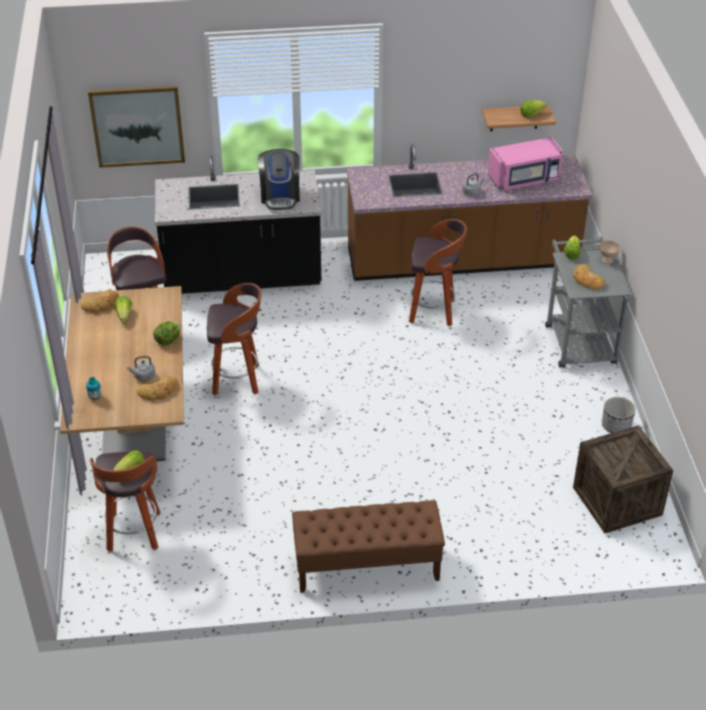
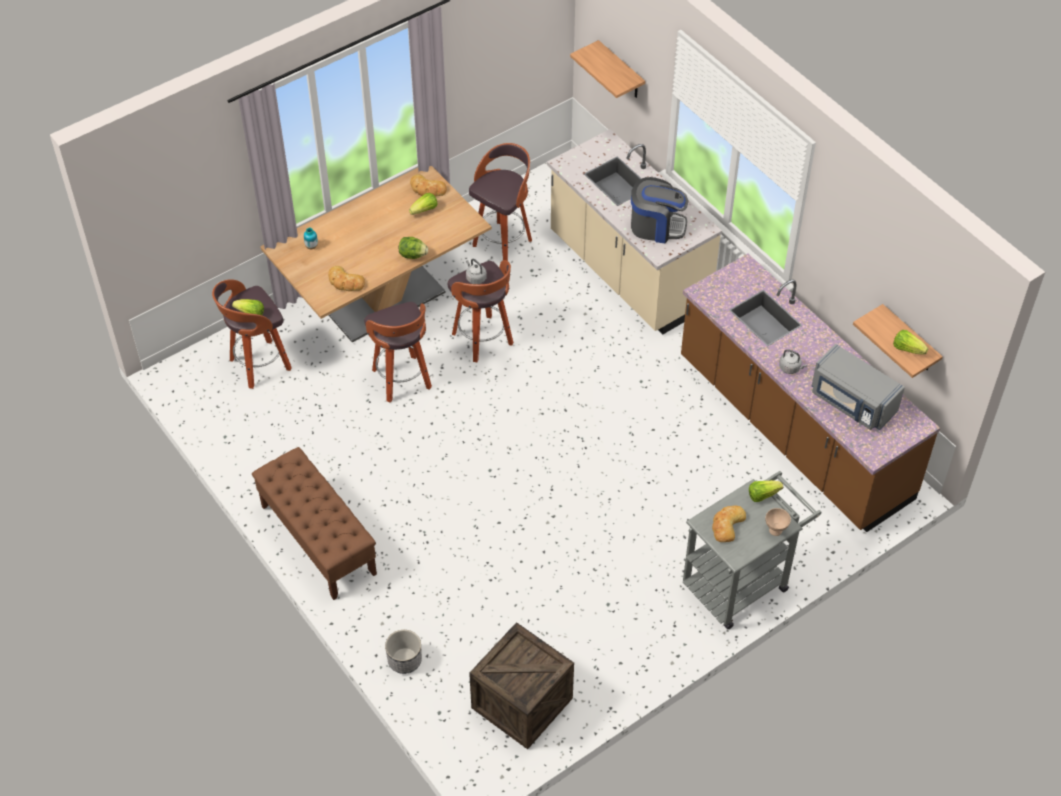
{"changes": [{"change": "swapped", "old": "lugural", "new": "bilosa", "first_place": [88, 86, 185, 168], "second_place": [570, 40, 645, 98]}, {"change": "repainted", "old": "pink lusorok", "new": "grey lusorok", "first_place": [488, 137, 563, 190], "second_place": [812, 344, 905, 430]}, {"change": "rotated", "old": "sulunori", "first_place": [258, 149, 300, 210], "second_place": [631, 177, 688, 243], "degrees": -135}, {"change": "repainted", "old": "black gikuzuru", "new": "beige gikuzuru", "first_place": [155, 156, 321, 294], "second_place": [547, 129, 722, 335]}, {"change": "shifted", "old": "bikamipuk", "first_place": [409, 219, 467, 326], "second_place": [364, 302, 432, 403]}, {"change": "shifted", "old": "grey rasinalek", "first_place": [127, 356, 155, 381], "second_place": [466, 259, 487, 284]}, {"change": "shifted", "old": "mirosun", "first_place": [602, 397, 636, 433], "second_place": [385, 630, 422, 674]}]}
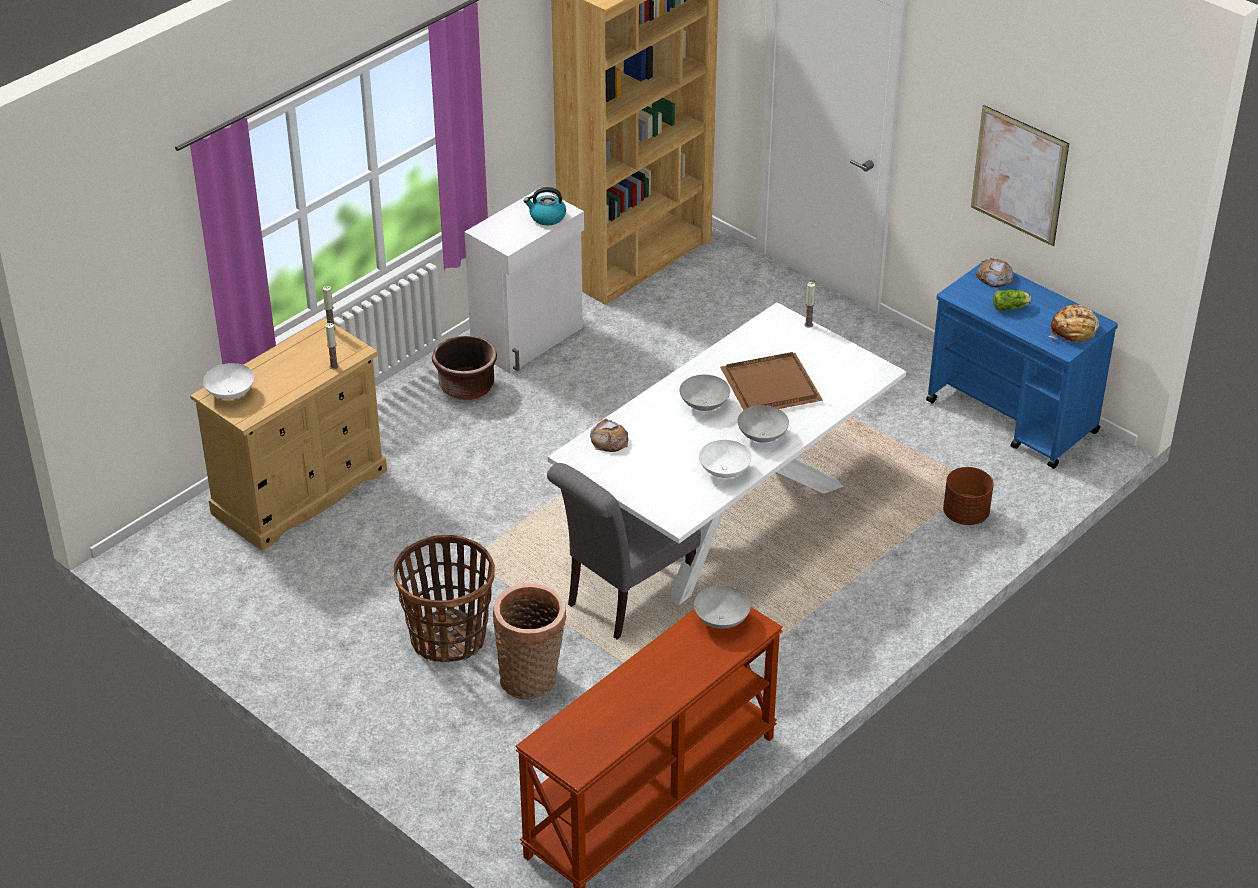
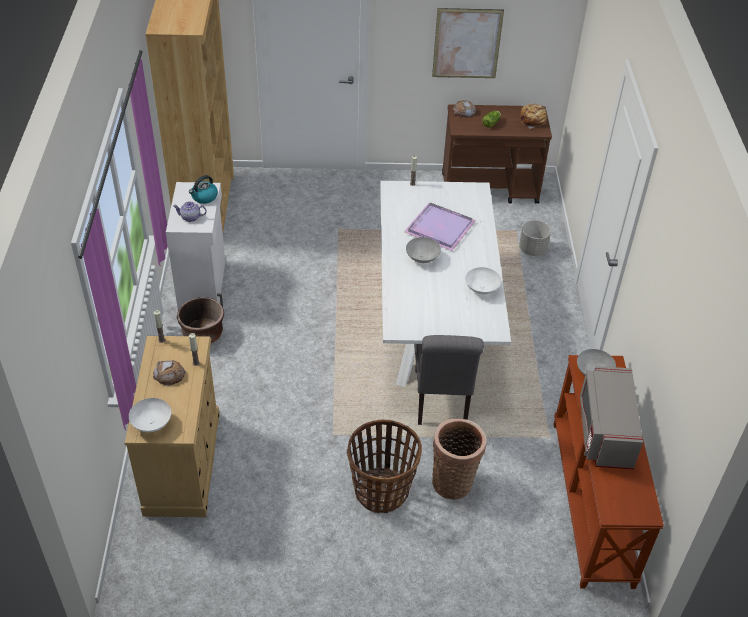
{"changes": [{"change": "repainted", "old": "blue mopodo", "new": "brown mopodo", "first_place": [926, 259, 1118, 469], "second_place": [442, 104, 552, 204]}, {"change": "repainted", "old": "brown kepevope", "new": "purple kepevope", "first_place": [720, 352, 823, 410], "second_place": [404, 203, 476, 251]}, {"change": "gone", "old": "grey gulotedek", "first_place": [737, 405, 789, 443]}, {"change": "shifted", "old": "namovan", "first_place": [590, 419, 628, 452], "second_place": [153, 360, 186, 386]}, {"change": "repainted", "old": "brown mirosun", "new": "grey mirosun", "first_place": [943, 467, 994, 525], "second_place": [519, 220, 551, 256]}, {"change": "new", "new": "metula", "second_place": [173, 201, 207, 222]}, {"change": "new", "new": "grey lusorok", "second_place": [580, 366, 643, 469]}]}
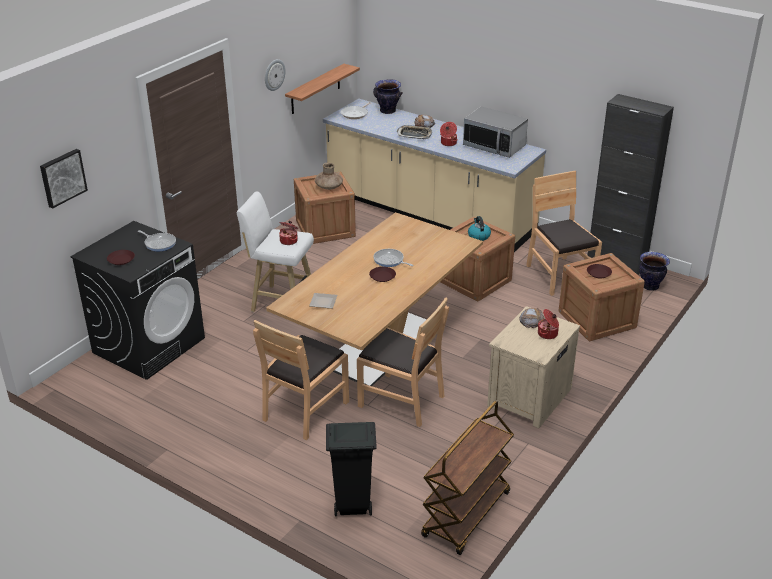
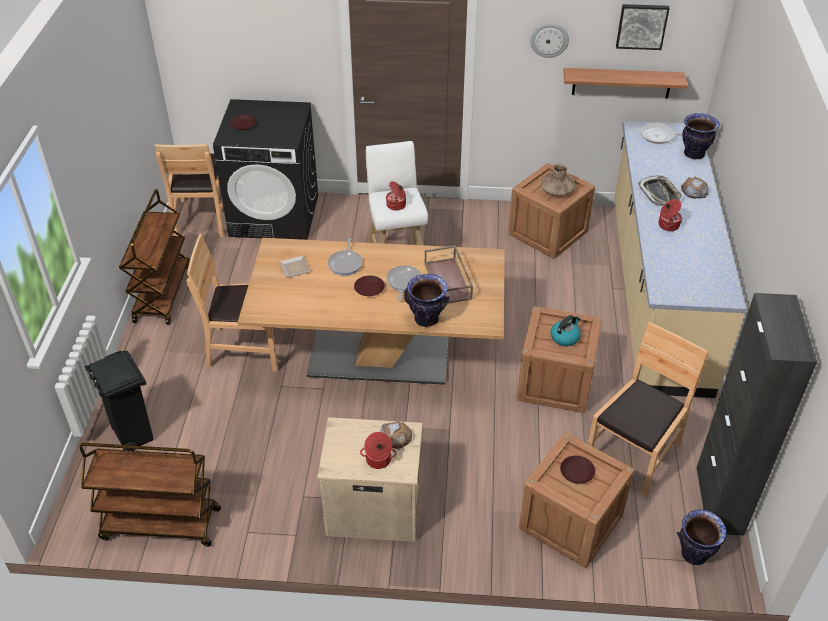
{"changes": [{"change": "gone", "old": "lusorok", "first_place": [463, 106, 528, 158]}, {"change": "shifted", "old": "lugural", "first_place": [40, 149, 88, 209], "second_place": [616, 4, 670, 50]}, {"change": "shifted", "old": "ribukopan", "first_place": [138, 230, 176, 251], "second_place": [328, 238, 363, 275]}, {"change": "shifted", "old": "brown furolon", "first_place": [357, 298, 449, 427], "second_place": [154, 144, 224, 237]}, {"change": "new", "new": "brown mopodo", "second_place": [119, 189, 190, 325]}, {"change": "new", "new": "brown kepevope", "second_place": [424, 245, 473, 303]}, {"change": "new", "new": "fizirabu", "second_place": [404, 274, 450, 327]}]}
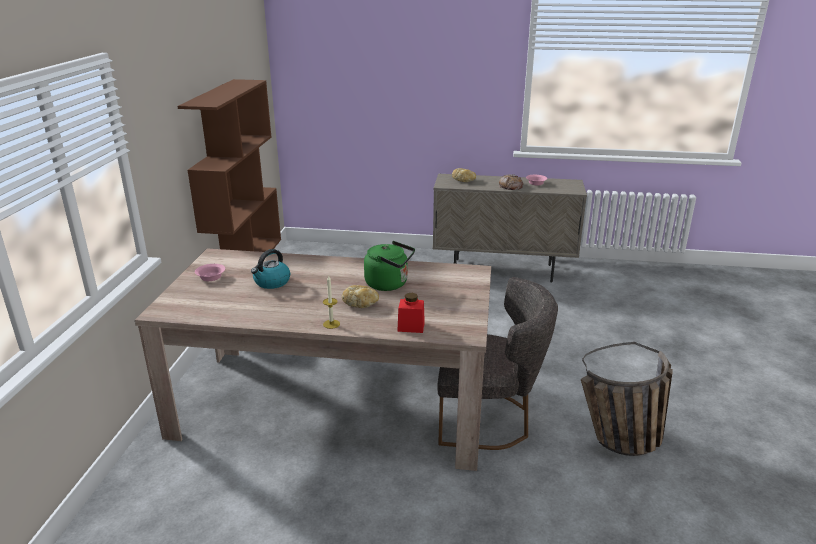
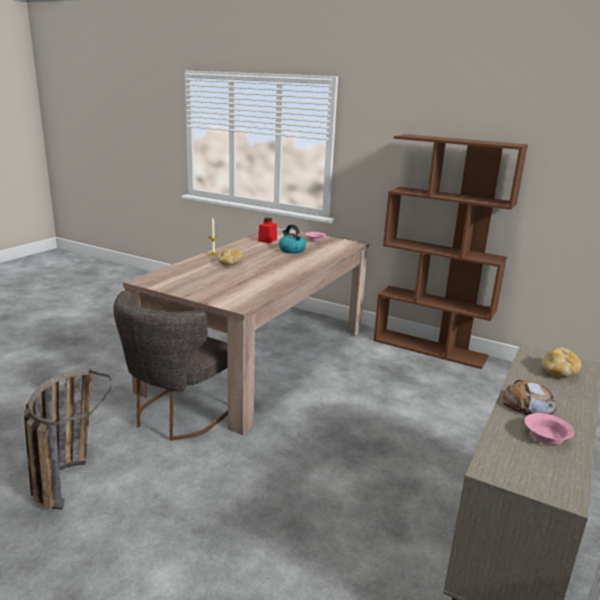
{"changes": [{"change": "gone", "old": "green rasinalek", "first_place": [364, 241, 415, 291]}, {"change": "shifted", "old": "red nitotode", "first_place": [397, 293, 425, 333], "second_place": [258, 218, 277, 243]}]}
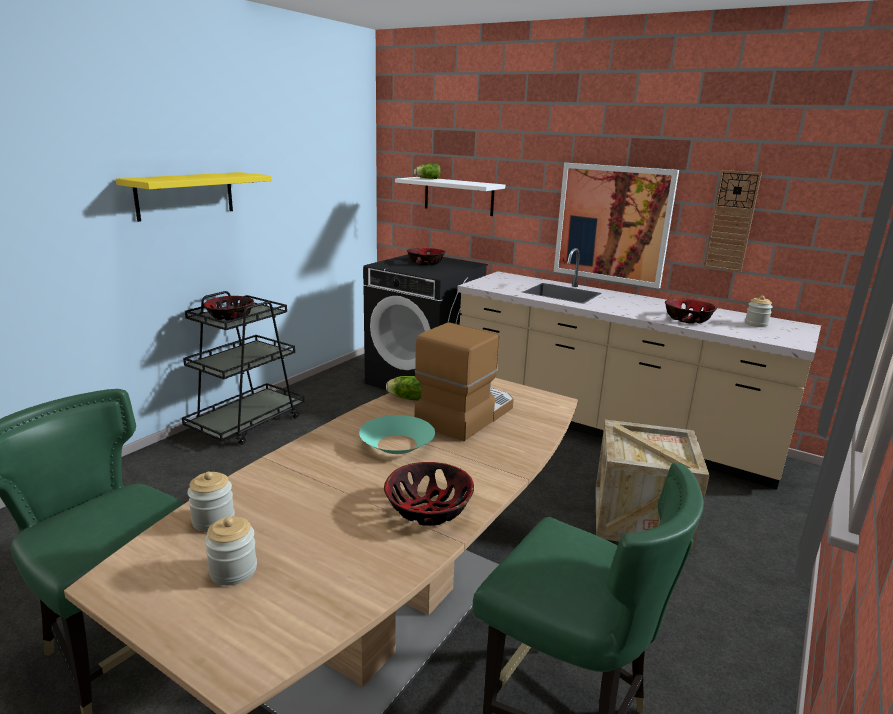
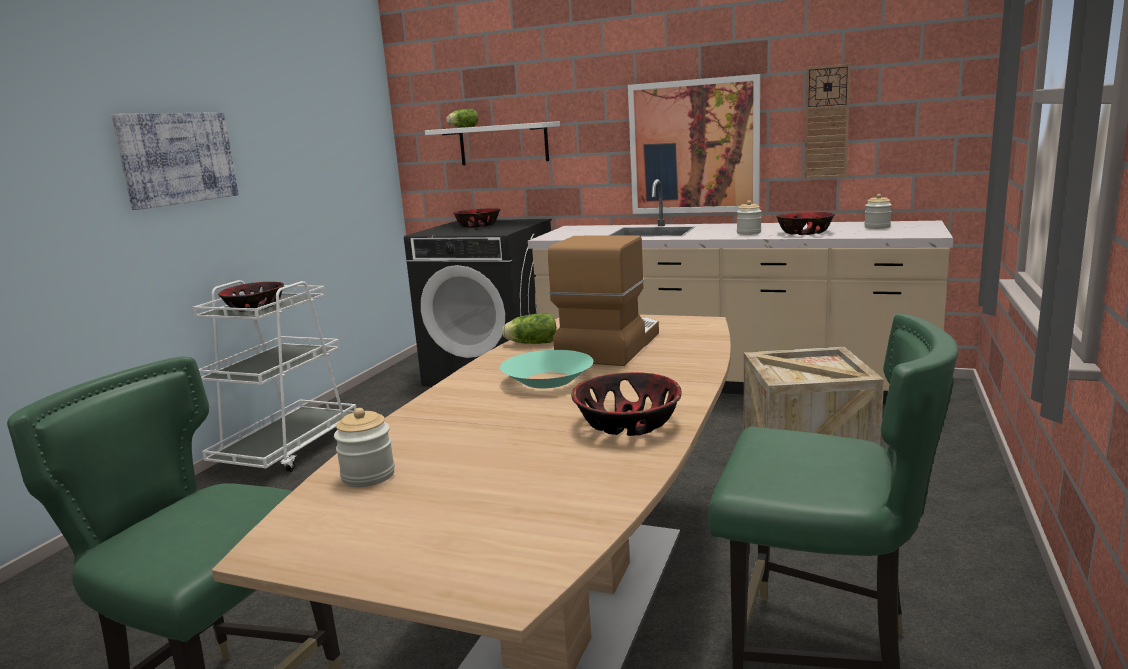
{"changes": [{"change": "swapped", "old": "yellow bilosa", "new": "lugural", "first_place": [116, 172, 272, 222], "second_place": [111, 112, 239, 210]}, {"change": "repainted", "old": "black mopodo", "new": "white mopodo", "first_place": [182, 291, 305, 445], "second_place": [193, 280, 357, 472]}, {"change": "shifted", "old": "nitotode", "first_place": [205, 516, 257, 585], "second_place": [737, 200, 761, 235]}]}
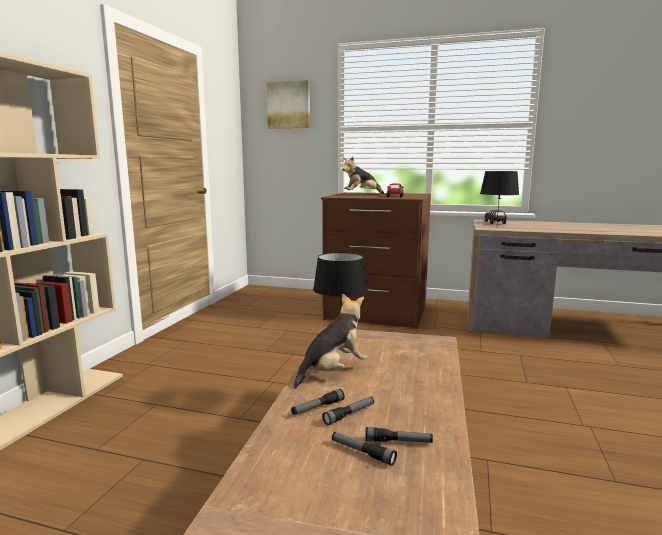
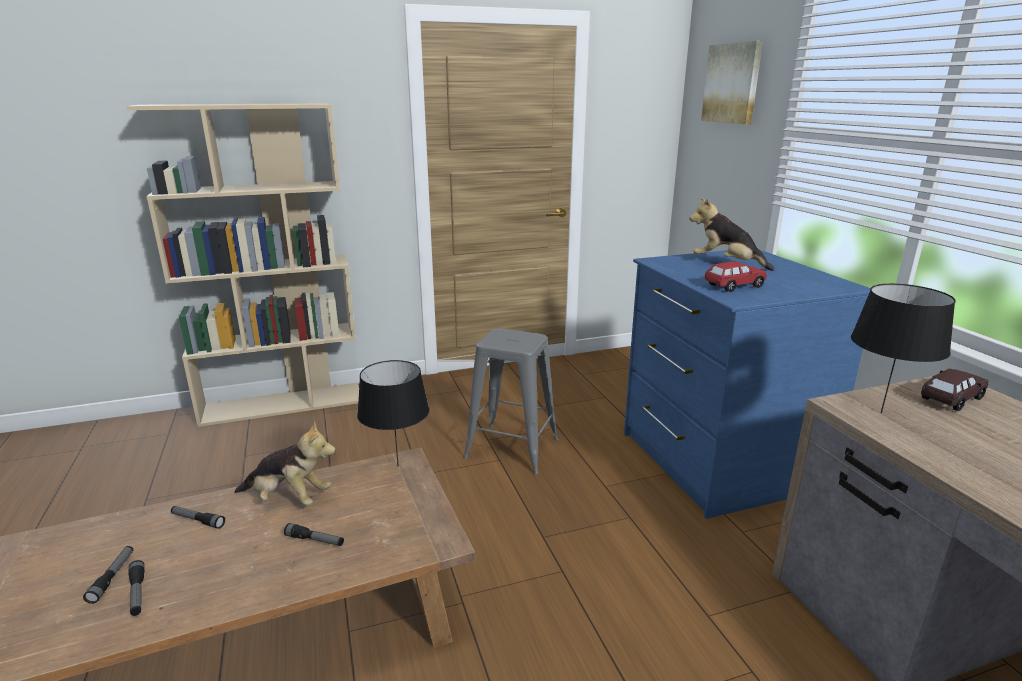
{"changes": [{"change": "repainted", "old": "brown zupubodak", "new": "blue zupubodak", "first_place": [321, 192, 431, 329], "second_place": [624, 250, 871, 519]}, {"change": "shifted", "old": "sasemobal", "first_place": [322, 397, 374, 425], "second_place": [284, 523, 344, 546]}, {"change": "new", "new": "grey bikamipuk", "second_place": [463, 328, 558, 474]}]}
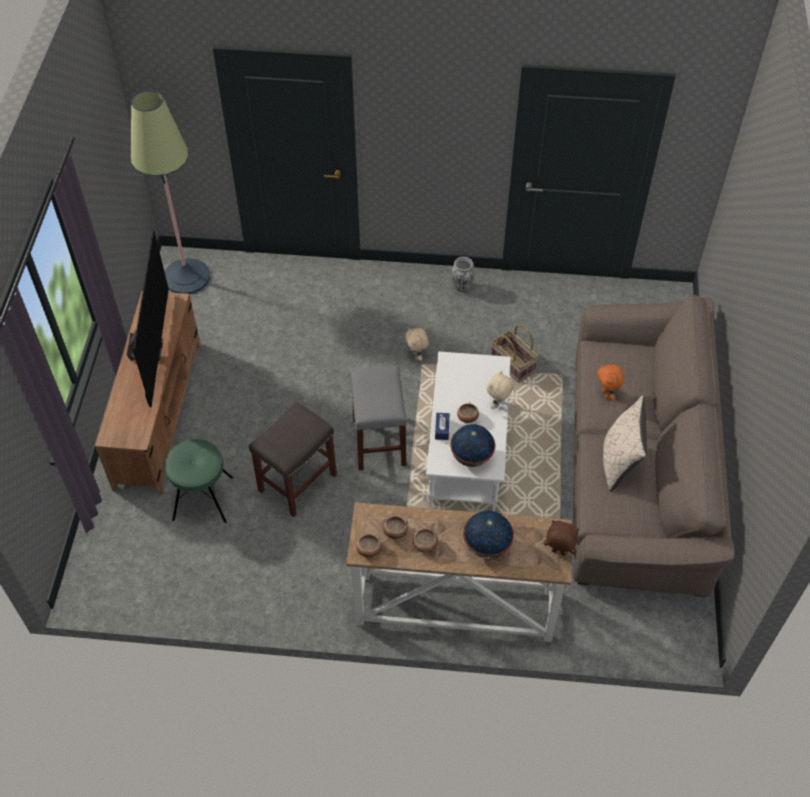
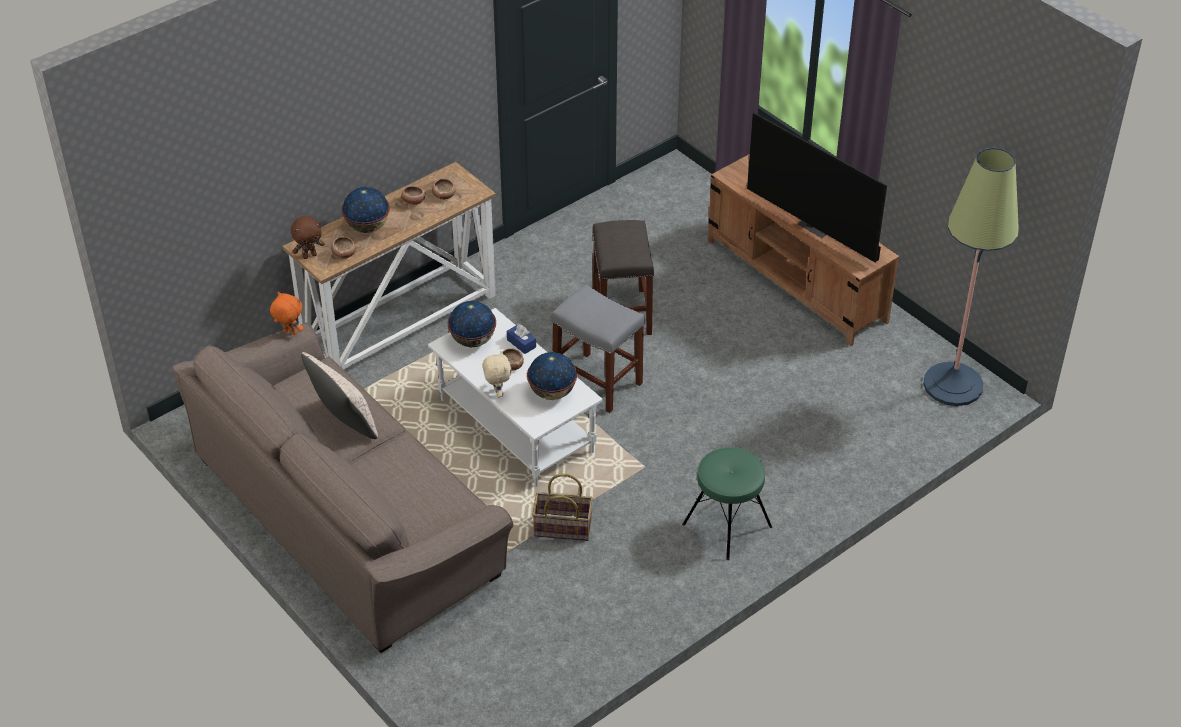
{"changes": [{"change": "gone", "old": "fizirabu", "first_place": [452, 257, 475, 292]}, {"change": "gone", "old": "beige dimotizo", "first_place": [405, 327, 429, 361]}, {"change": "shifted", "old": "orange dimotizo", "first_place": [597, 364, 624, 400], "second_place": [270, 292, 303, 335]}, {"change": "shifted", "old": "green bikamipuk", "first_place": [165, 439, 233, 523], "second_place": [682, 447, 772, 560]}, {"change": "shifted", "old": "gulotedek", "first_place": [356, 534, 381, 558], "second_place": [331, 237, 356, 259]}, {"change": "new", "new": "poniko", "second_place": [527, 352, 577, 400]}]}
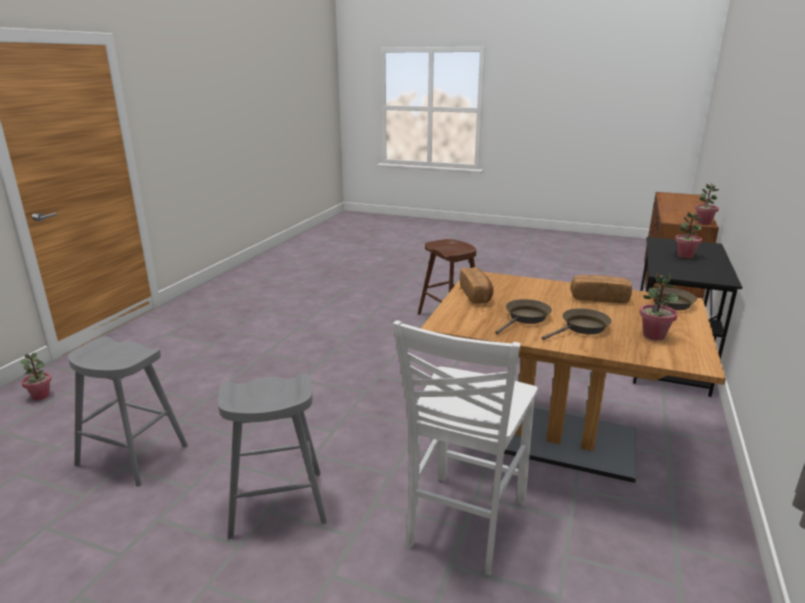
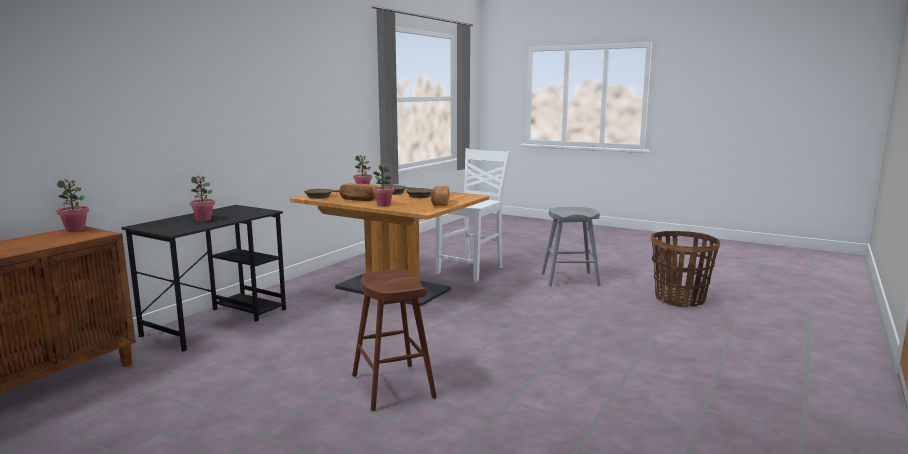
{"changes": [{"change": "swapped", "old": "grey bikamipuk", "new": "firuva", "first_place": [68, 337, 188, 487], "second_place": [651, 231, 720, 308]}, {"change": "shifted", "old": "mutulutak", "first_place": [20, 353, 52, 400], "second_place": [373, 165, 394, 207]}]}
